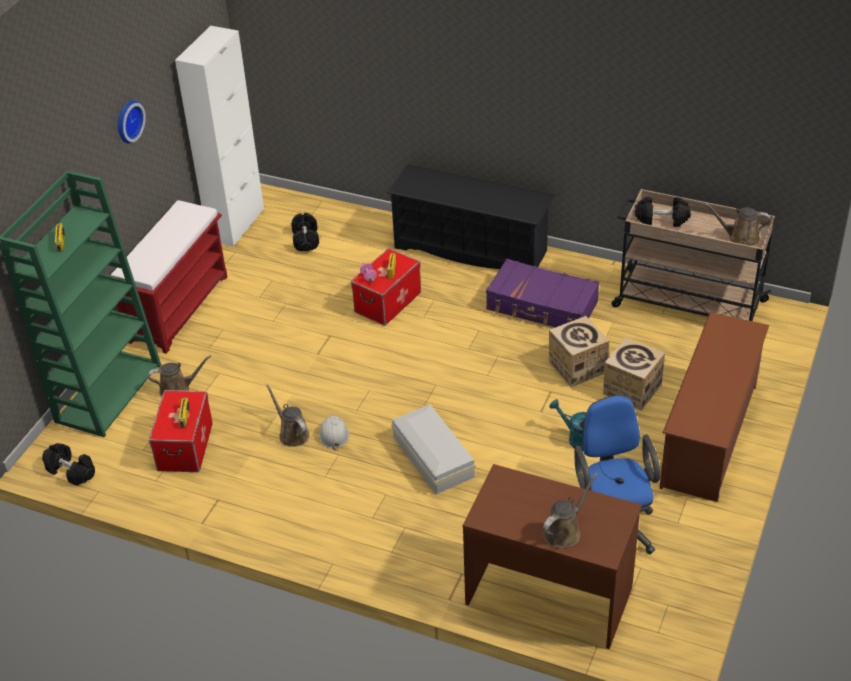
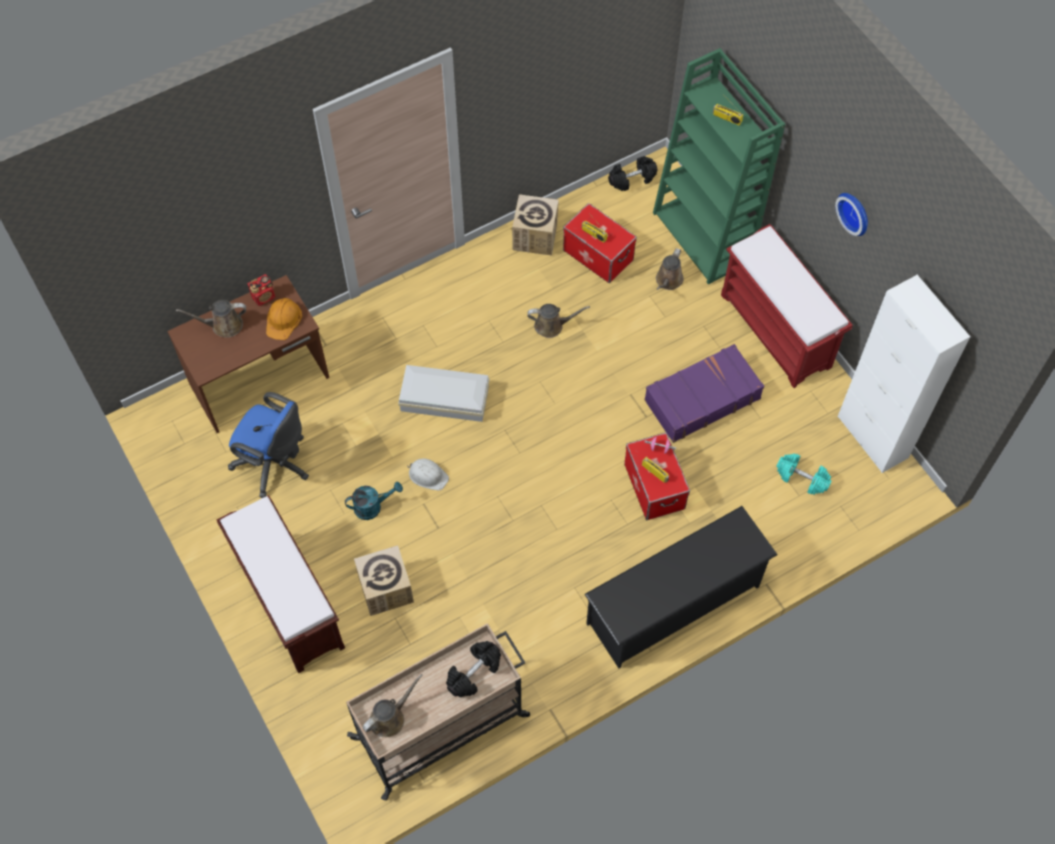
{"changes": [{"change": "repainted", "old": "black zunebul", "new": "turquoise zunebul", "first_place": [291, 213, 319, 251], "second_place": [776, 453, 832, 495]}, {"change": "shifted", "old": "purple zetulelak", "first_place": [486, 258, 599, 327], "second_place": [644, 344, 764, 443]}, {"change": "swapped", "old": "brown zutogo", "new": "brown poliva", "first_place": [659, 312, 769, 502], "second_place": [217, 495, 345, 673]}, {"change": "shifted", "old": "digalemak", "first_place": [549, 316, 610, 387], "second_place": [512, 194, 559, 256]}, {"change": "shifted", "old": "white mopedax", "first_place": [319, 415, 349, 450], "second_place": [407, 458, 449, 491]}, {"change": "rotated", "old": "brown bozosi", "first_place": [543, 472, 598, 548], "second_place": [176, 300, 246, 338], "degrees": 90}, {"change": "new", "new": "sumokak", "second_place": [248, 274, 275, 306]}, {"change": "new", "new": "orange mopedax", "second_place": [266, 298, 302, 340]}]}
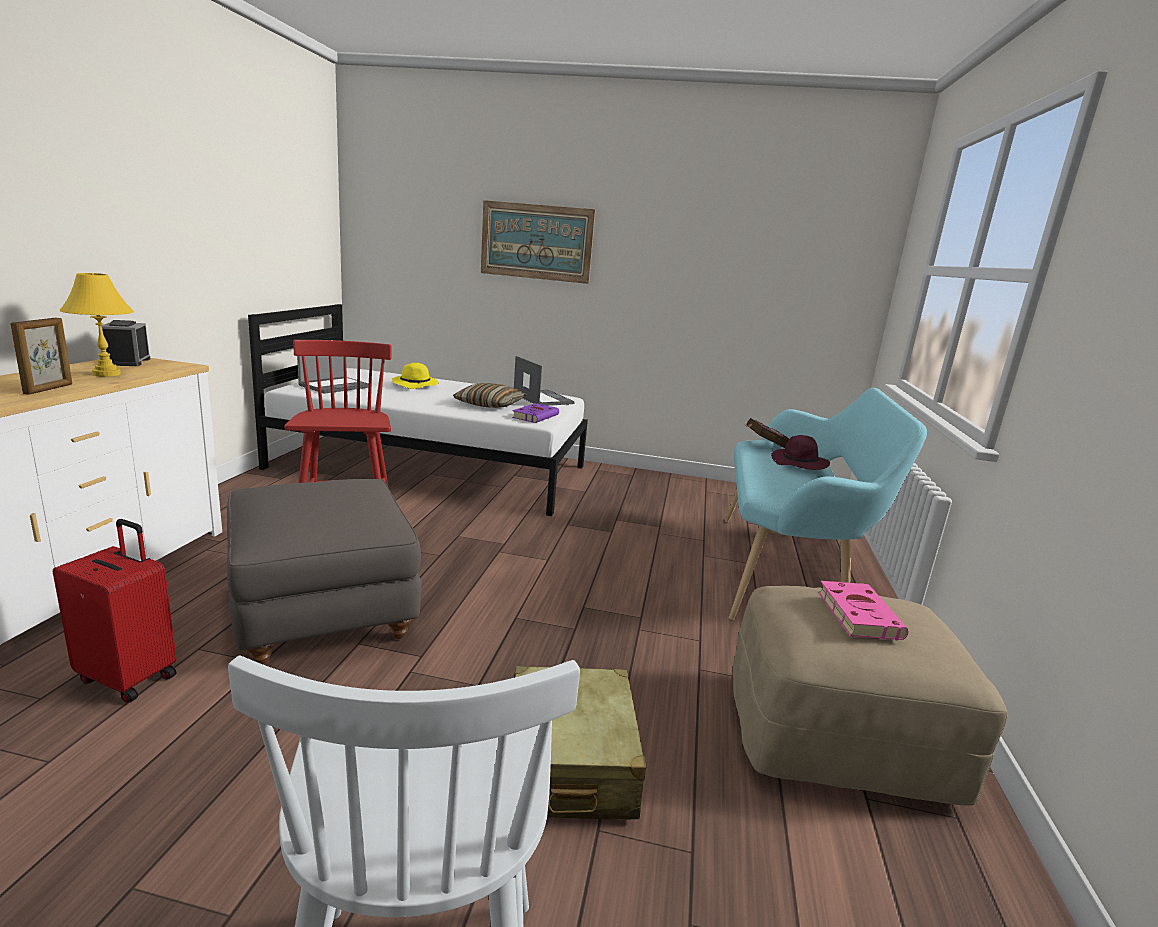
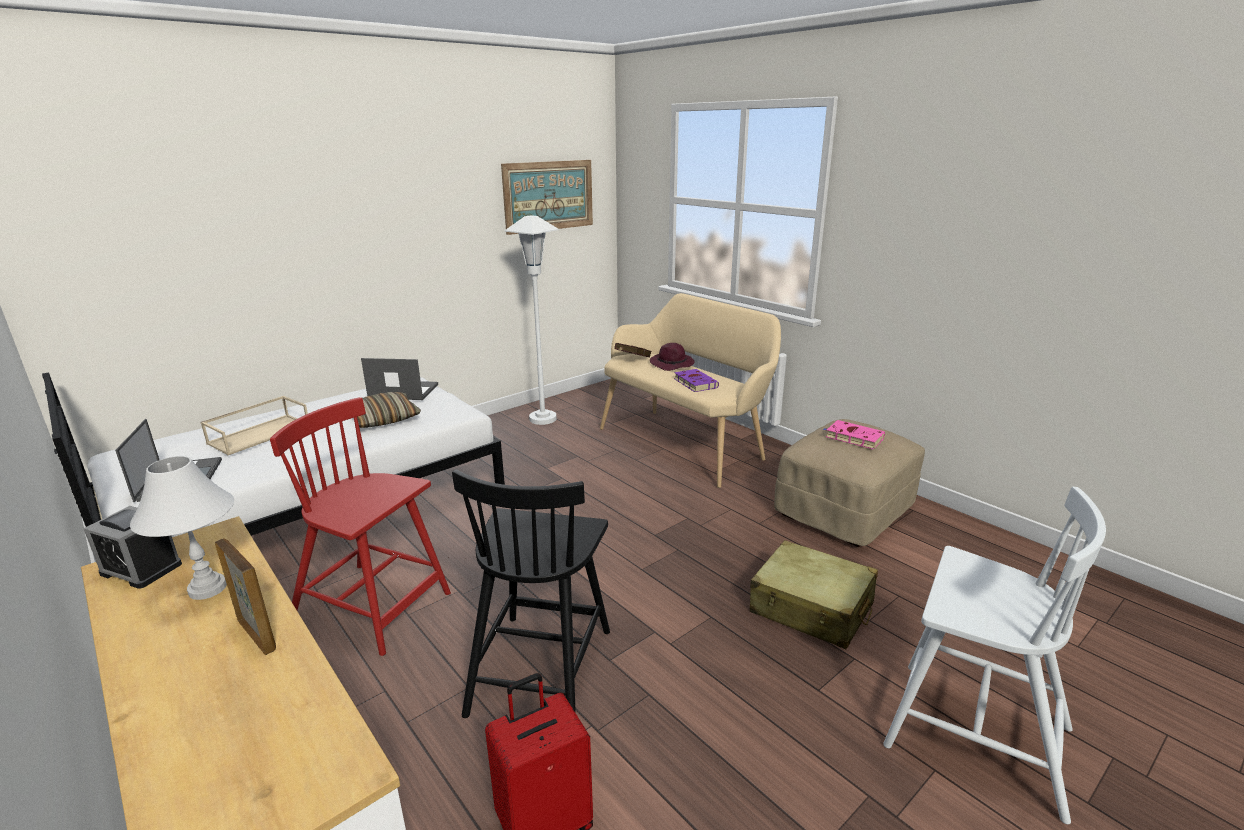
{"changes": [{"change": "shifted", "old": "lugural", "first_place": [481, 200, 596, 284], "second_place": [501, 160, 593, 235]}, {"change": "repainted", "old": "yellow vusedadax", "new": "white vusedadax", "first_place": [60, 273, 134, 377], "second_place": [130, 456, 234, 600]}, {"change": "swapped", "old": "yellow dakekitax", "new": "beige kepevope", "first_place": [392, 363, 439, 389], "second_place": [200, 396, 308, 455]}, {"change": "repainted", "old": "turquoise poliva", "new": "beige poliva", "first_place": [725, 388, 927, 620], "second_place": [600, 293, 781, 488]}, {"change": "shifted", "old": "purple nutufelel", "first_place": [512, 403, 559, 423], "second_place": [674, 369, 719, 392]}, {"change": "swapped", "old": "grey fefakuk", "new": "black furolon", "first_place": [227, 479, 422, 664], "second_place": [452, 470, 610, 718]}, {"change": "new", "new": "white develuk", "second_place": [504, 215, 559, 425]}]}
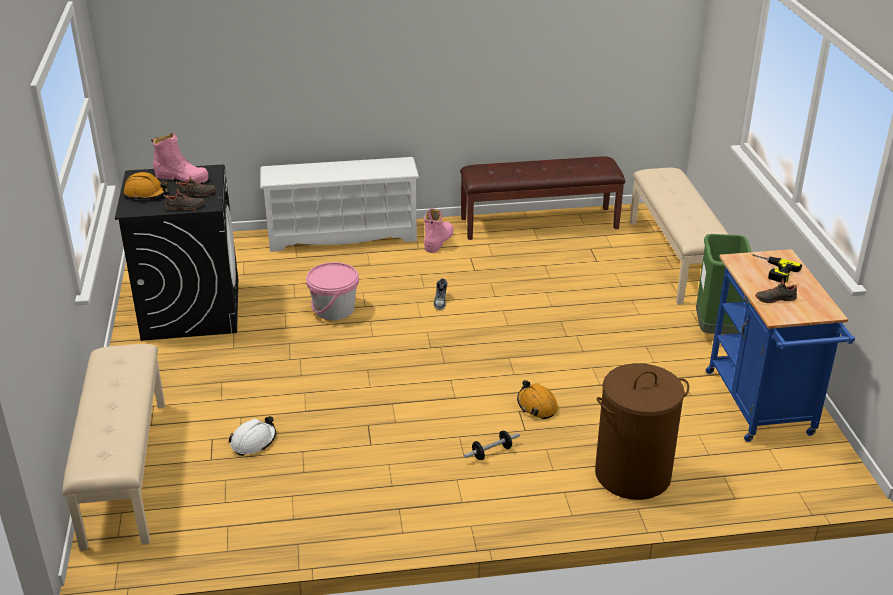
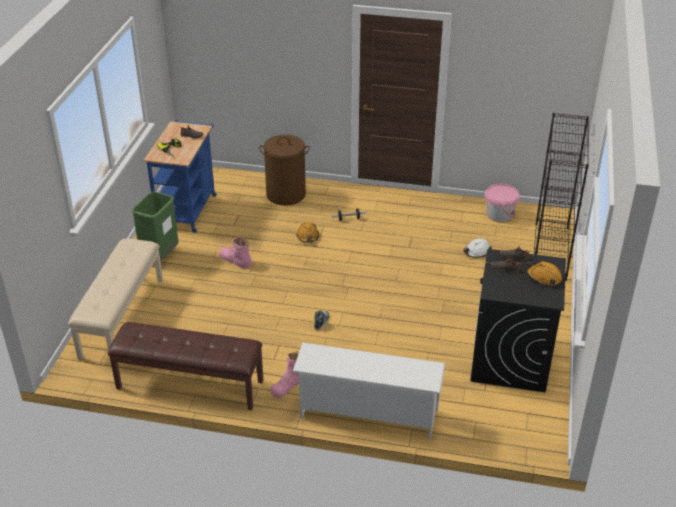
{"changes": [{"change": "shifted", "old": "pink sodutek", "first_place": [151, 133, 208, 184], "second_place": [219, 237, 251, 269]}, {"change": "shifted", "old": "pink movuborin", "first_place": [306, 262, 359, 320], "second_place": [485, 184, 520, 222]}, {"change": "swapped", "old": "beige poliva", "new": "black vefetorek", "first_place": [62, 344, 165, 551], "second_place": [534, 113, 589, 281]}]}
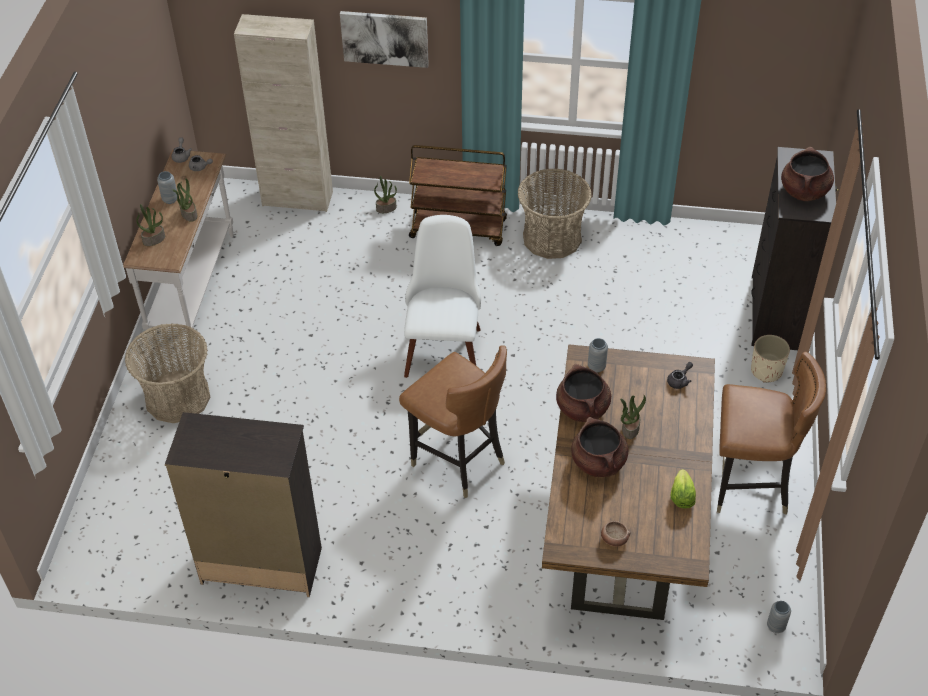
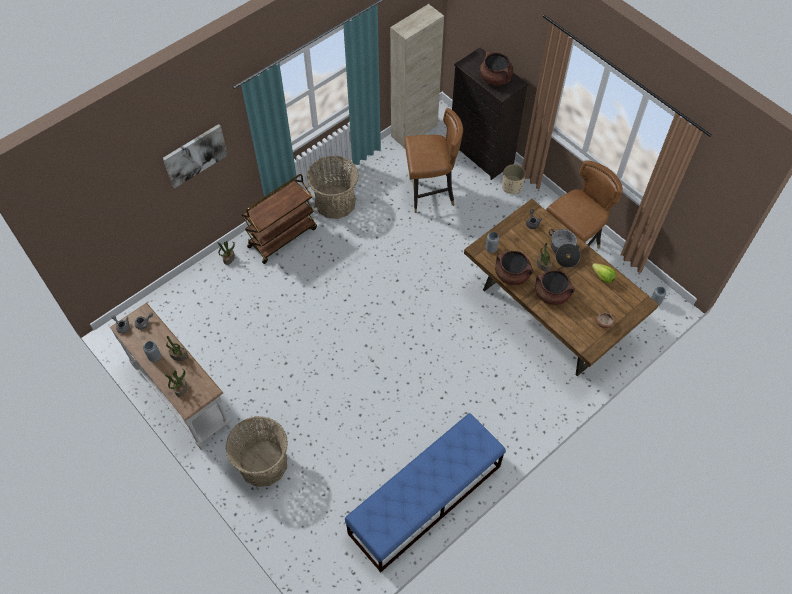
{"changes": [{"change": "shifted", "old": "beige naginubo", "first_place": [234, 14, 333, 212], "second_place": [390, 4, 444, 148]}, {"change": "gone", "old": "white furolon", "first_place": [404, 215, 481, 378]}, {"change": "shifted", "old": "brown furolon", "first_place": [399, 345, 507, 498], "second_place": [404, 108, 463, 213]}, {"change": "swapped", "old": "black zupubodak", "new": "blue poliva", "first_place": [165, 412, 322, 597], "second_place": [345, 413, 506, 572]}, {"change": "new", "new": "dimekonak", "second_place": [549, 229, 581, 268]}]}
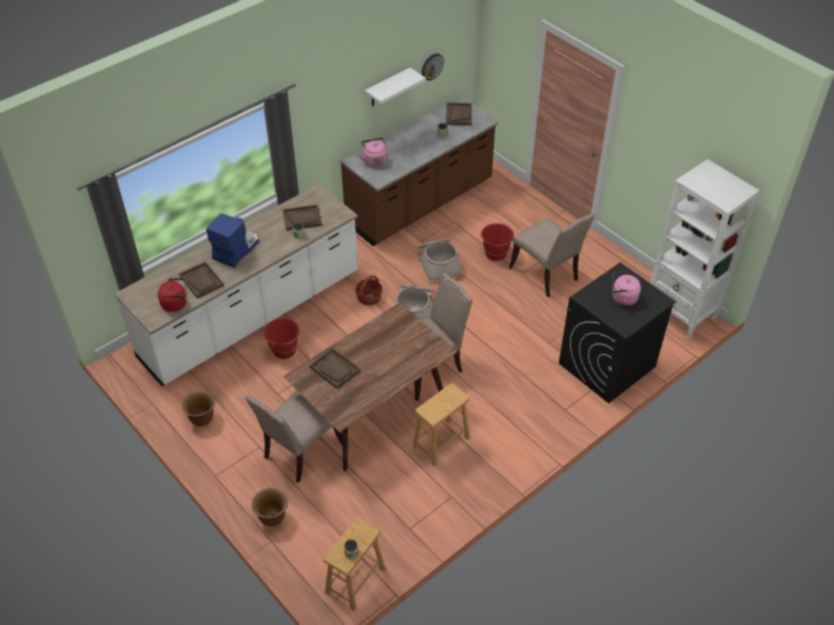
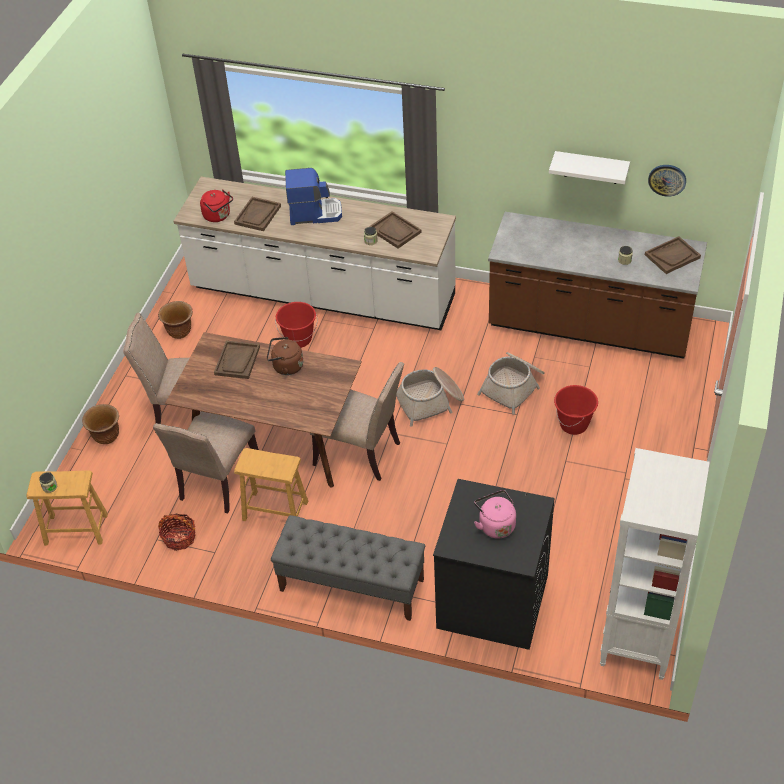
{"changes": [{"change": "gone", "old": "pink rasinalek", "first_place": [359, 138, 387, 167]}, {"change": "shifted", "old": "beige furolon", "first_place": [509, 213, 595, 297], "second_place": [153, 411, 259, 513]}, {"change": "shifted", "old": "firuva", "first_place": [355, 275, 383, 305], "second_place": [158, 514, 195, 551]}, {"change": "new", "new": "brown rasinalek", "second_place": [267, 337, 303, 375]}, {"change": "new", "new": "grey poliva", "second_place": [271, 515, 425, 621]}]}
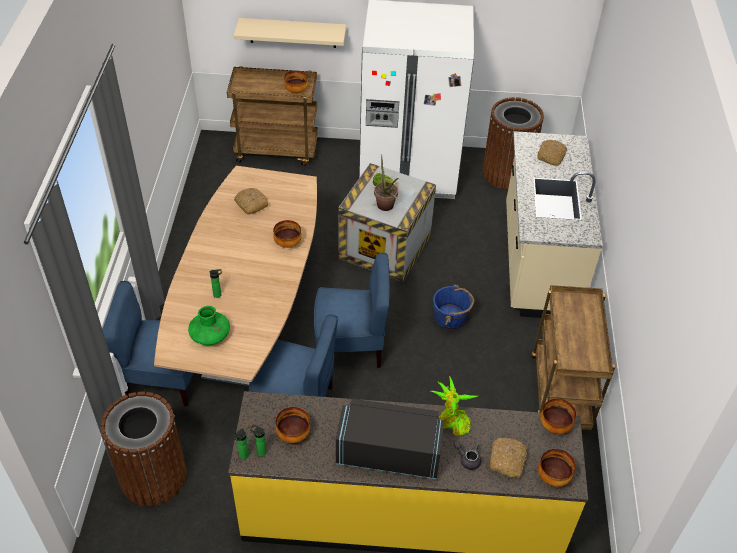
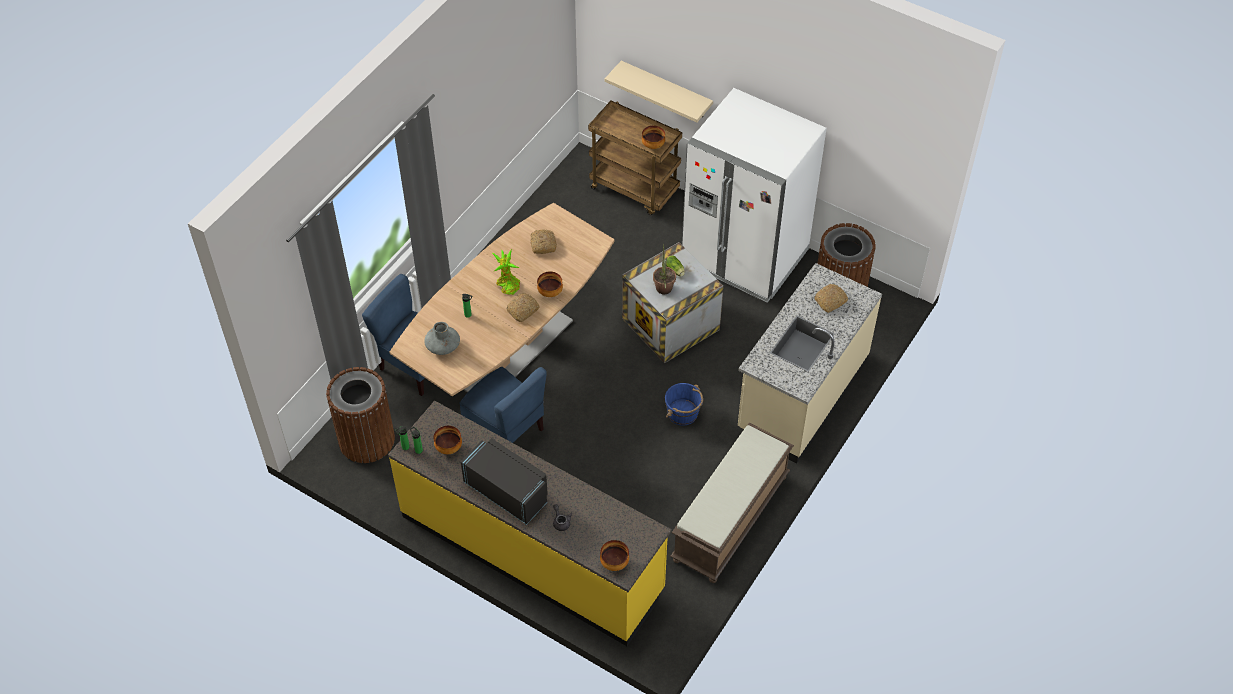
{"changes": [{"change": "gone", "old": "blue furolon", "first_place": [314, 253, 390, 368]}, {"change": "swapped", "old": "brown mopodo", "new": "brown poliva", "first_place": [531, 285, 615, 430], "second_place": [670, 423, 794, 583]}, {"change": "repainted", "old": "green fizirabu", "new": "grey fizirabu", "first_place": [188, 306, 230, 345], "second_place": [425, 322, 460, 355]}, {"change": "shifted", "old": "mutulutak", "first_place": [431, 376, 478, 436], "second_place": [492, 249, 520, 295]}, {"change": "gone", "old": "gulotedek", "first_place": [540, 399, 576, 434]}, {"change": "shifted", "old": "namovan", "first_place": [490, 438, 527, 478], "second_place": [506, 293, 540, 322]}]}
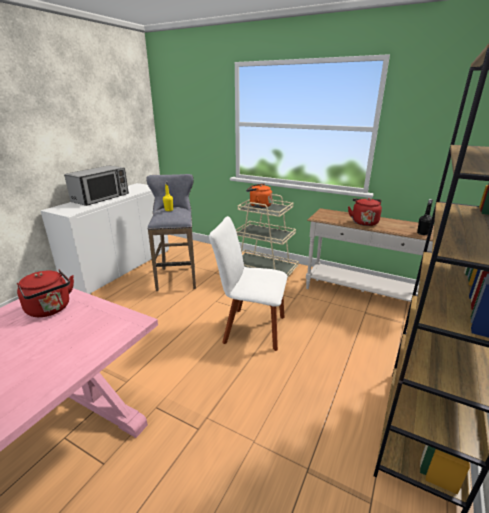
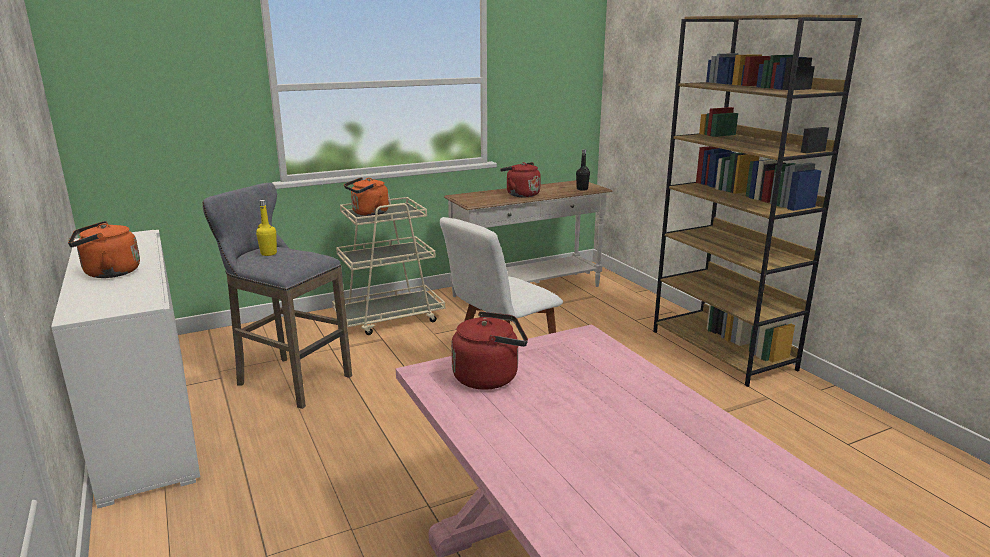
{"changes": [{"change": "swapped", "old": "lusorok", "new": "orange rasinalek", "first_place": [64, 165, 129, 206], "second_place": [68, 221, 140, 278]}]}
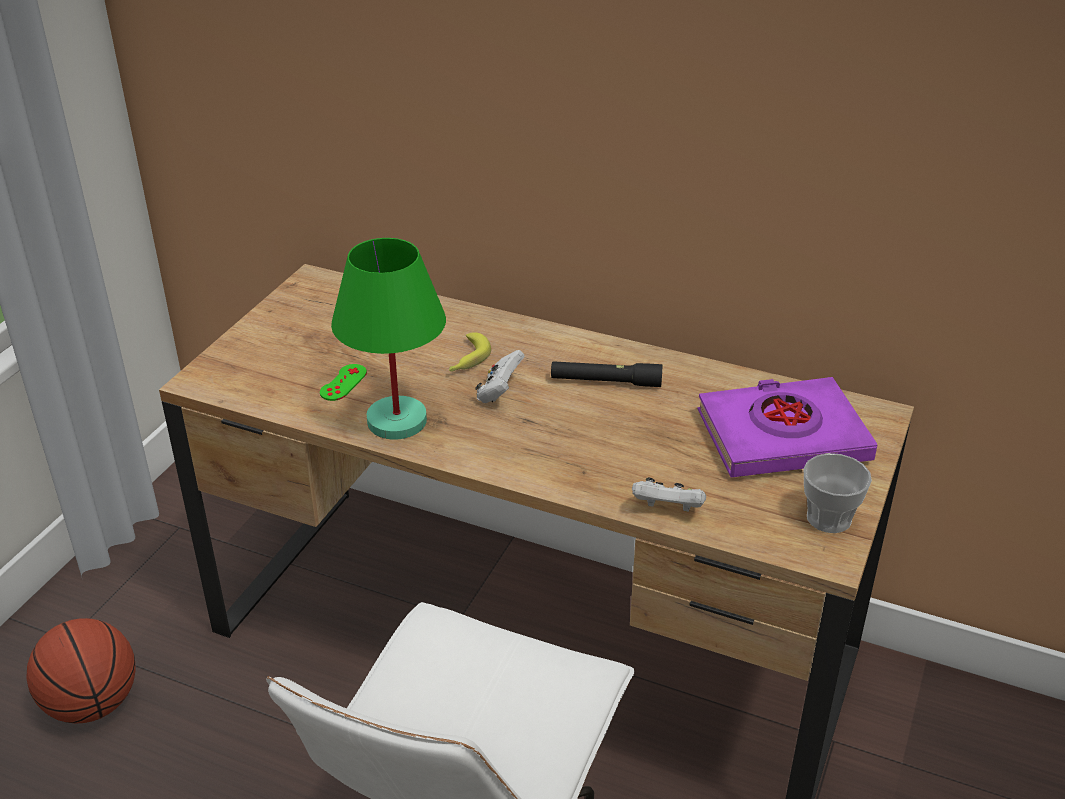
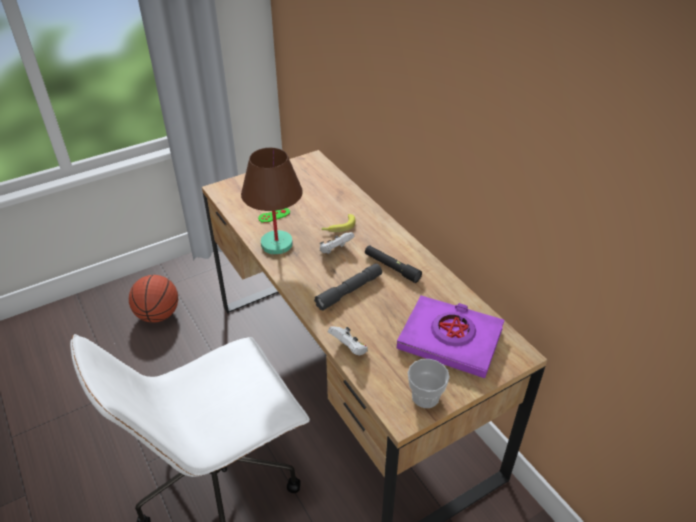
{"changes": [{"change": "repainted", "old": "green vusedadax", "new": "brown vusedadax", "first_place": [331, 238, 446, 440], "second_place": [241, 148, 303, 255]}, {"change": "new", "new": "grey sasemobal", "second_place": [314, 263, 382, 311]}]}
